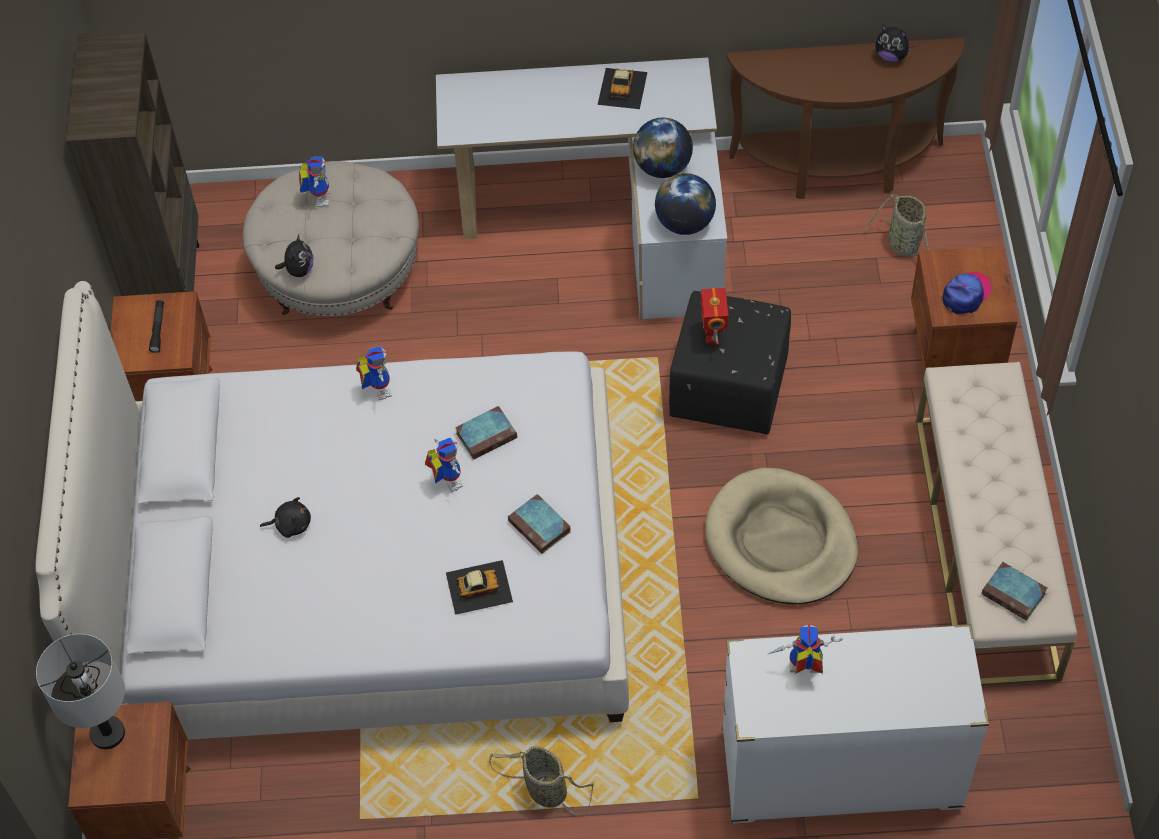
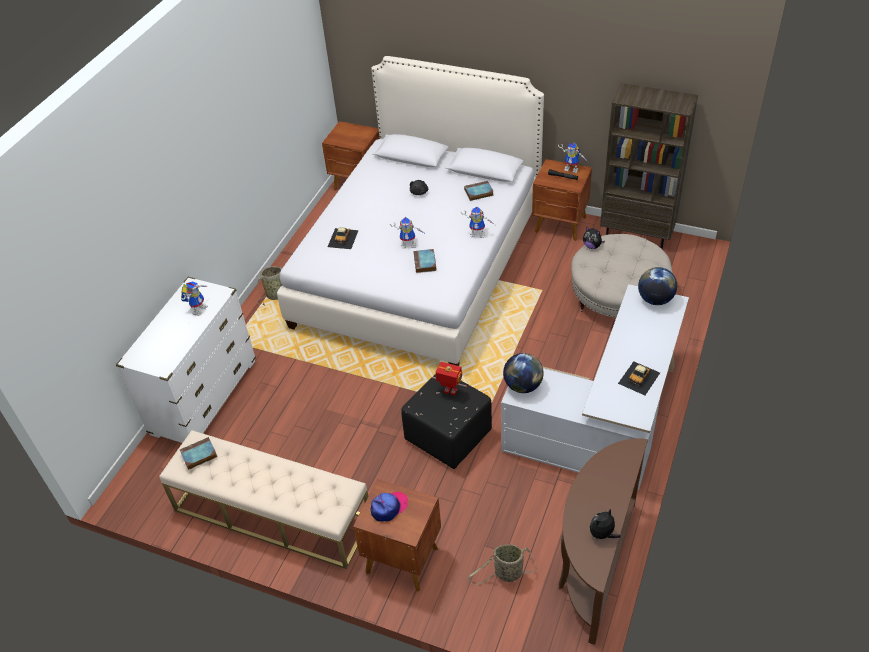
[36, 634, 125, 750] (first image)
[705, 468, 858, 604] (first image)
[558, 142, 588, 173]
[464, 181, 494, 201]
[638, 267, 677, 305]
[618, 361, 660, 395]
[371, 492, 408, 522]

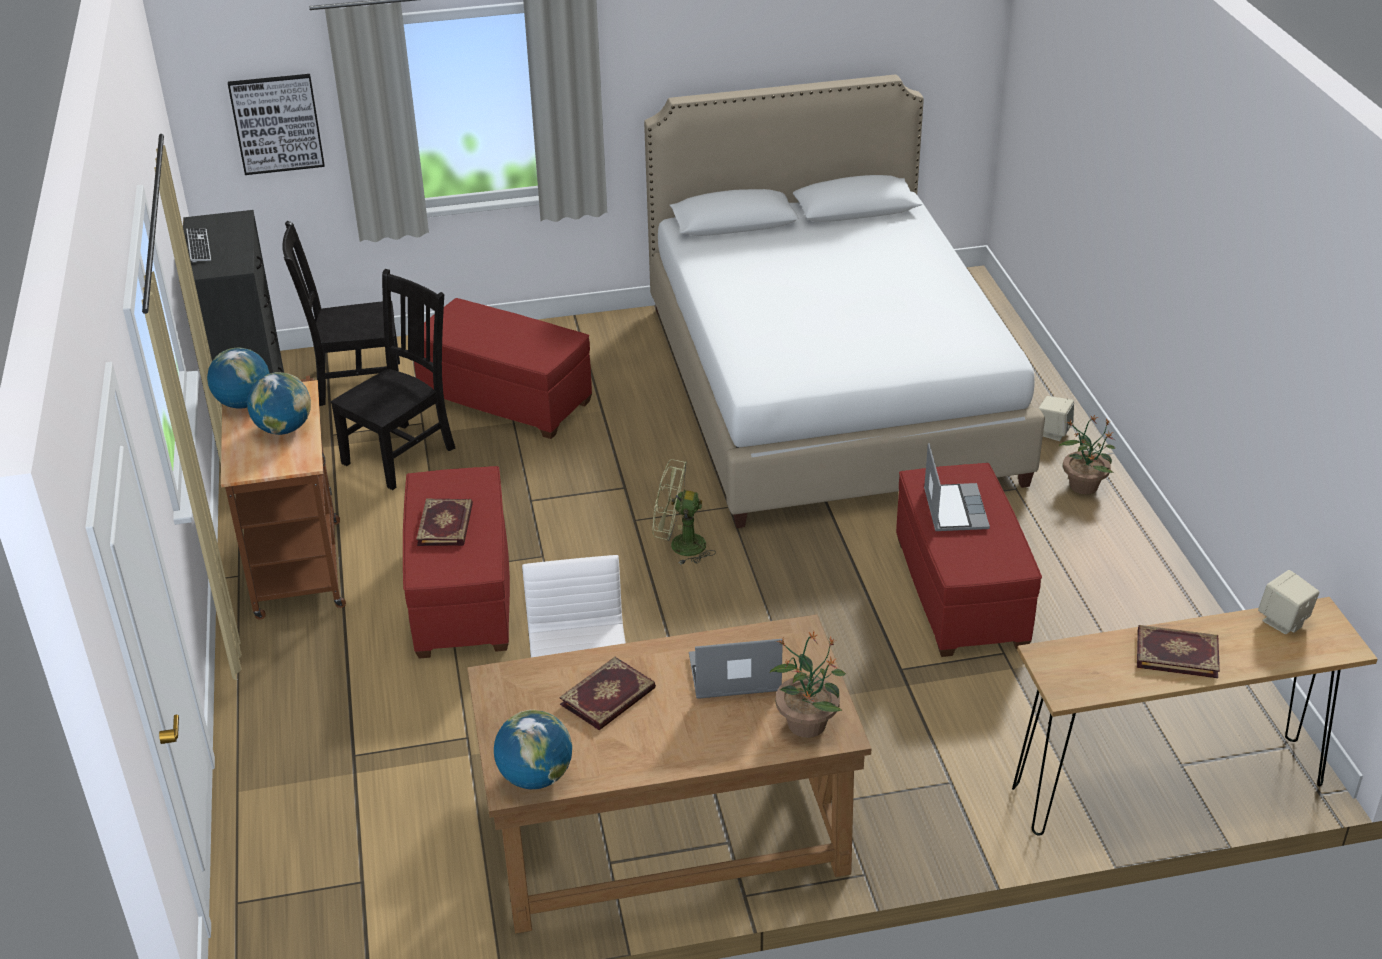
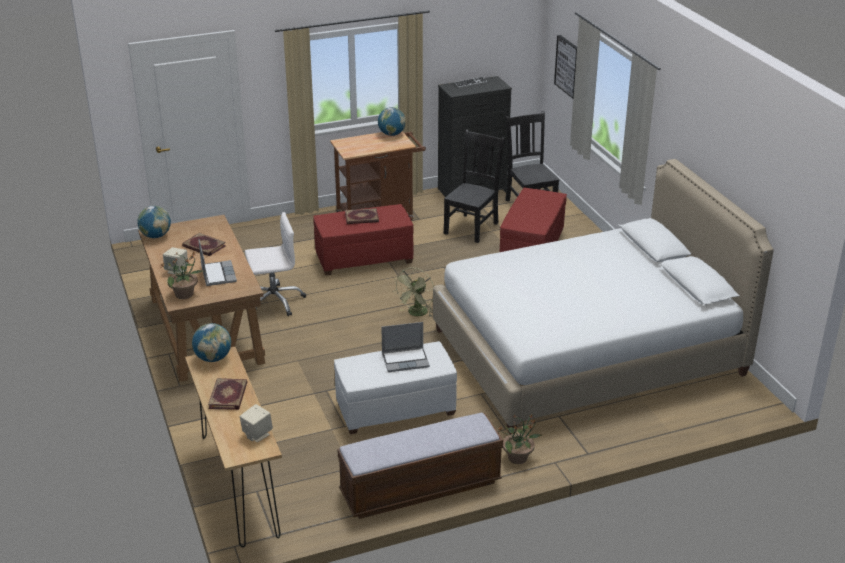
[337, 413, 503, 519]
[192, 323, 231, 362]
[163, 247, 188, 274]
[334, 341, 457, 434]
[444, 129, 505, 243]
[394, 267, 434, 317]

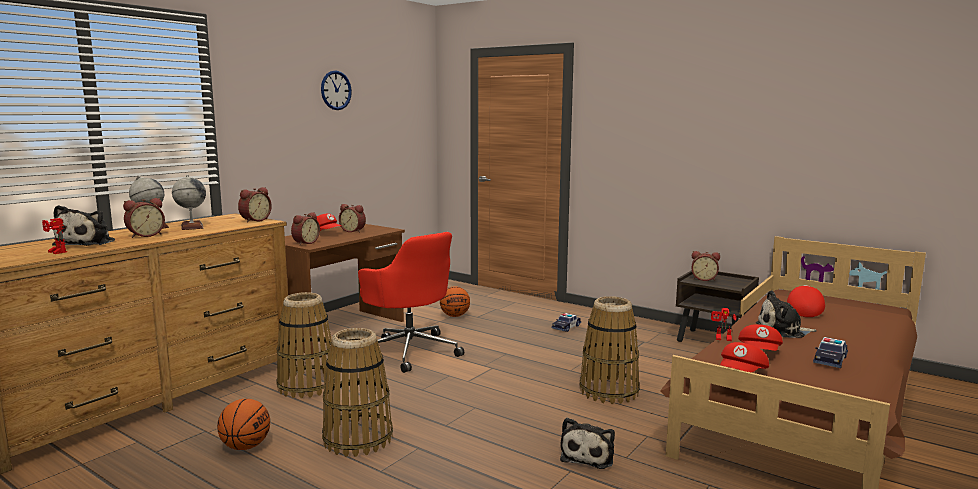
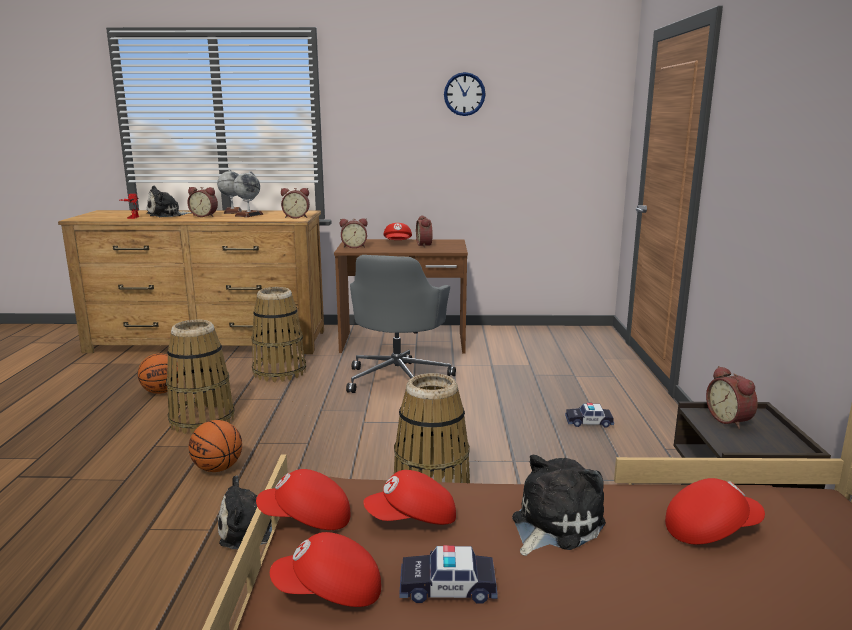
[711, 308, 737, 341] (first image)
[270, 532, 381, 607]
[189, 420, 242, 472]
[346, 255, 456, 393]
[512, 455, 606, 556]

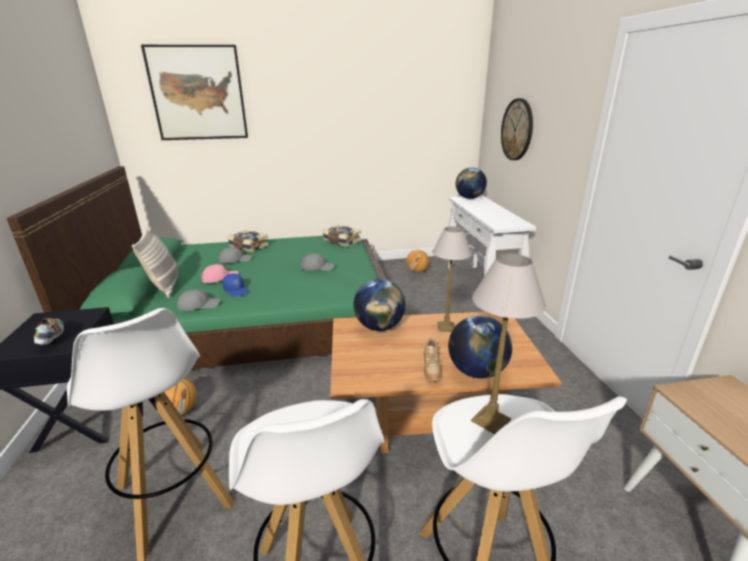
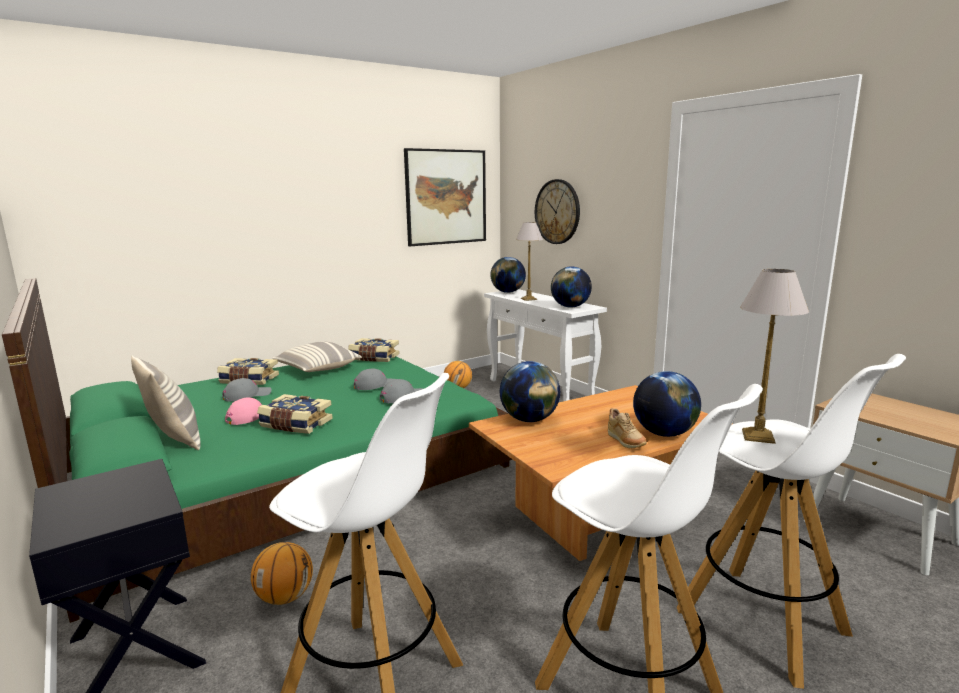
[34, 318, 64, 345] (first image)
[272, 341, 362, 372]
[551, 266, 592, 308]
[404, 148, 486, 246]
[380, 379, 423, 404]
[516, 222, 543, 301]
[257, 394, 333, 434]

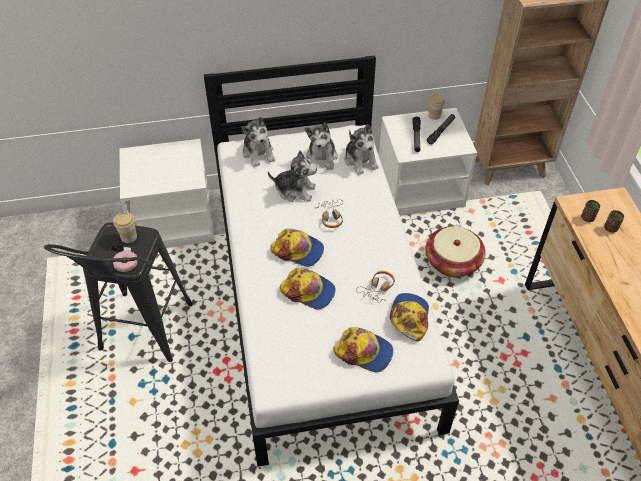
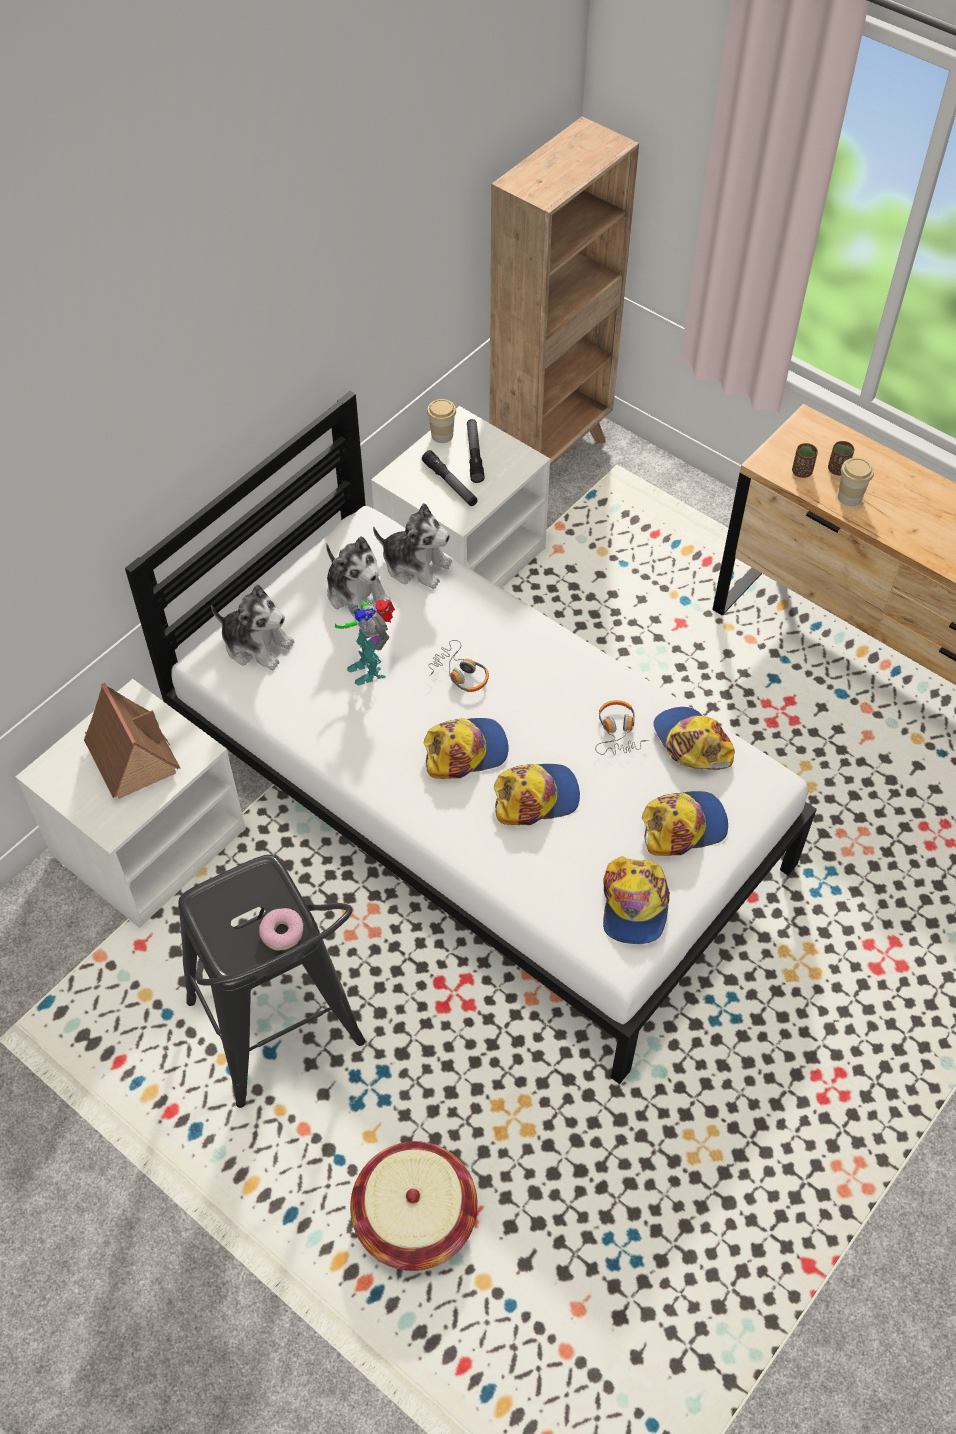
[84, 683, 180, 799]
[603, 856, 670, 944]
[838, 458, 874, 506]
[350, 1141, 478, 1271]
[335, 599, 395, 686]

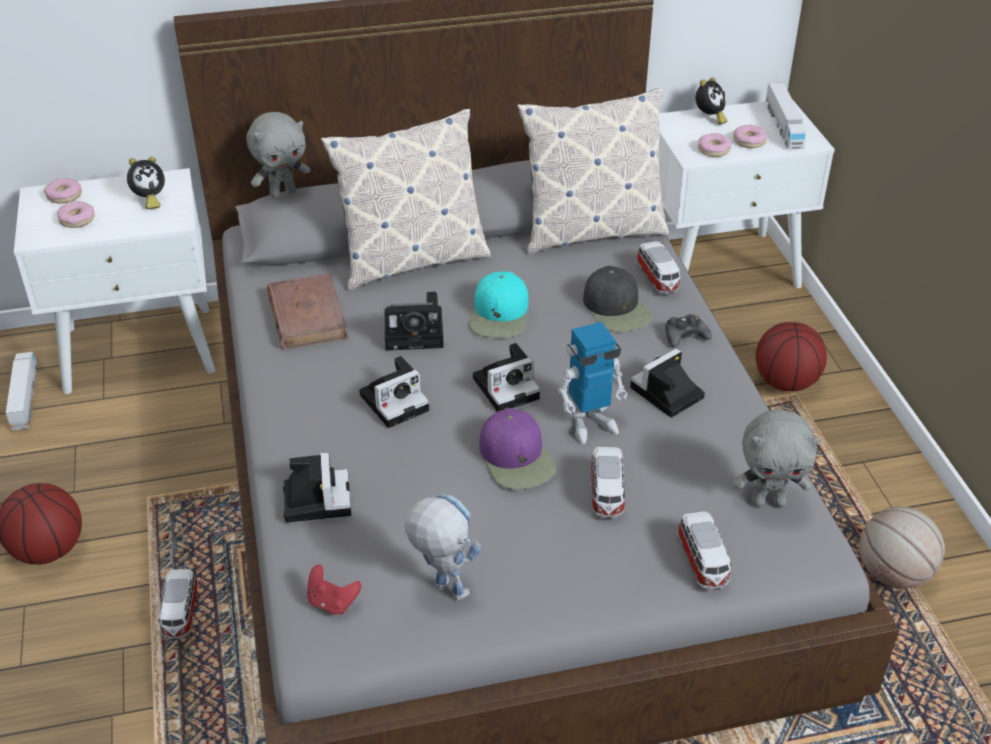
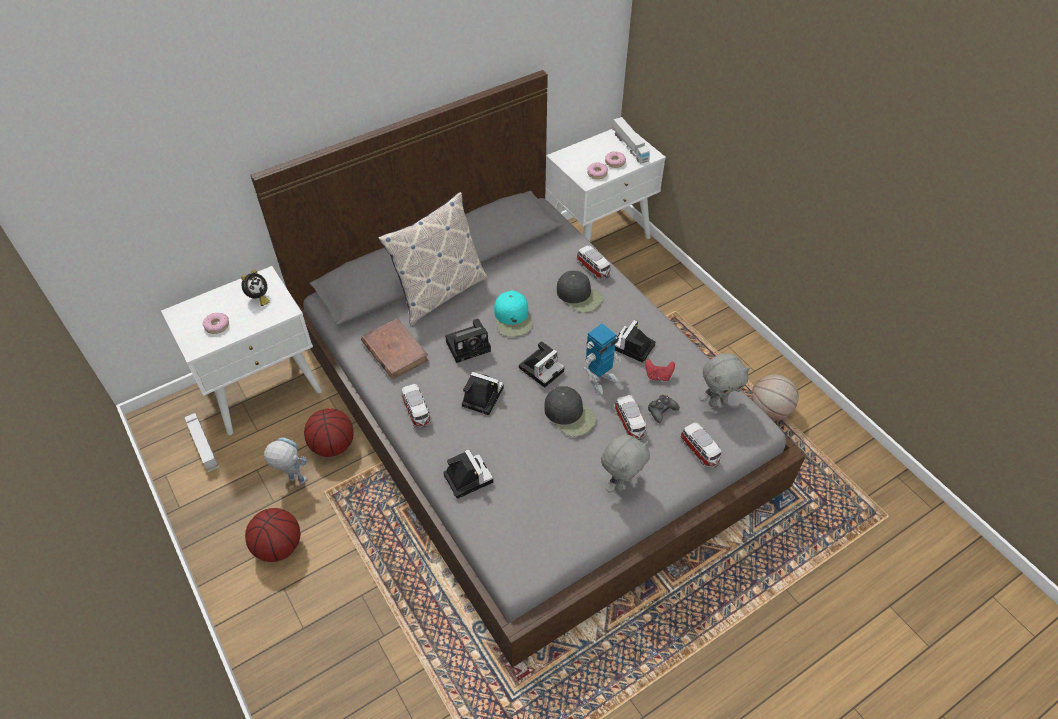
[44, 178, 82, 204] (first image)
[517, 88, 668, 254] (first image)
[696, 78, 728, 125] (first image)
[402, 384, 431, 428]
[601, 434, 650, 493]
[645, 359, 675, 381]
[264, 438, 308, 484]
[648, 395, 680, 423]
[304, 408, 354, 457]
[544, 386, 596, 437]
[462, 372, 504, 415]

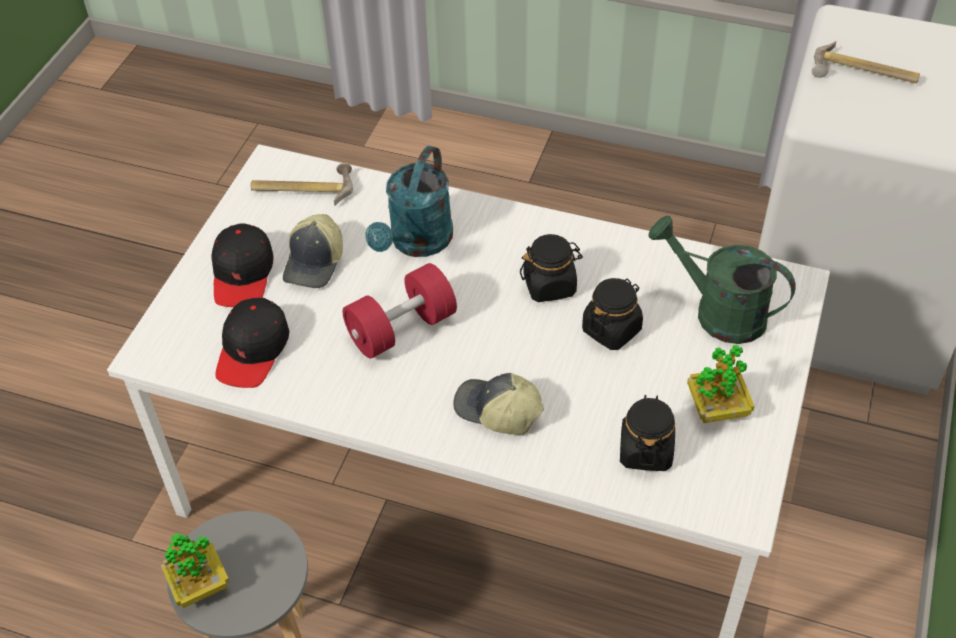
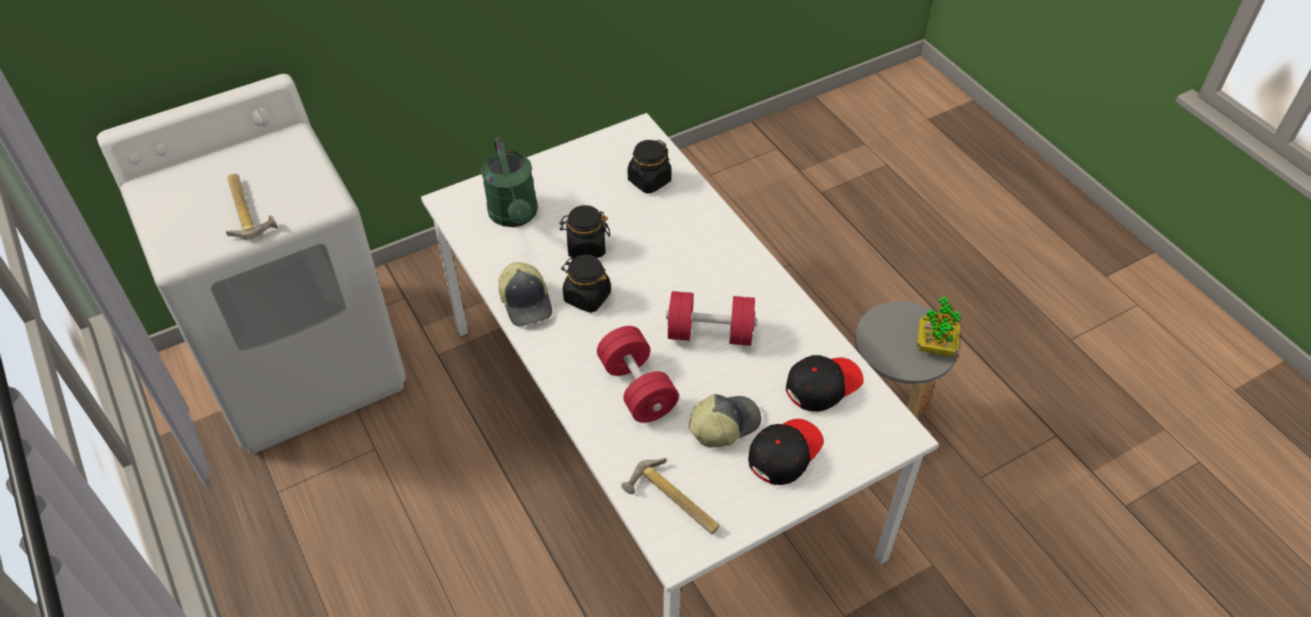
[687, 345, 754, 423] (first image)
[498, 262, 552, 327]
[597, 326, 679, 423]

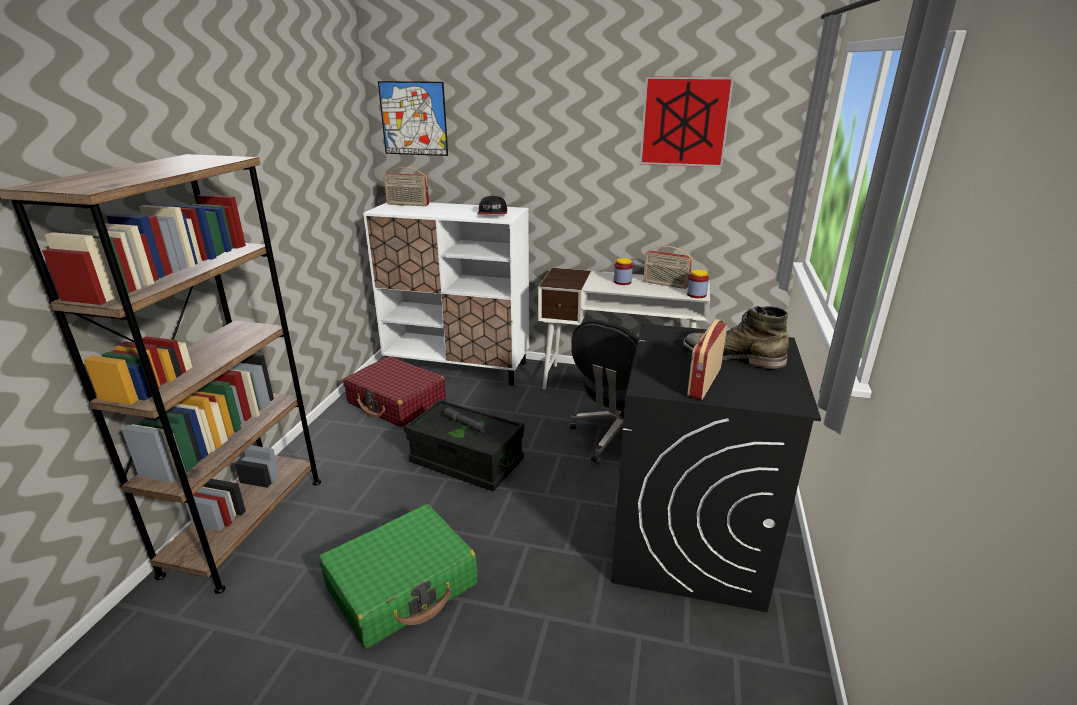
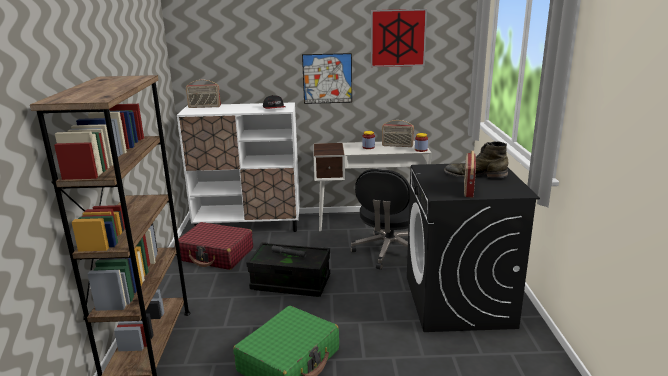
[302, 53, 352, 104]

